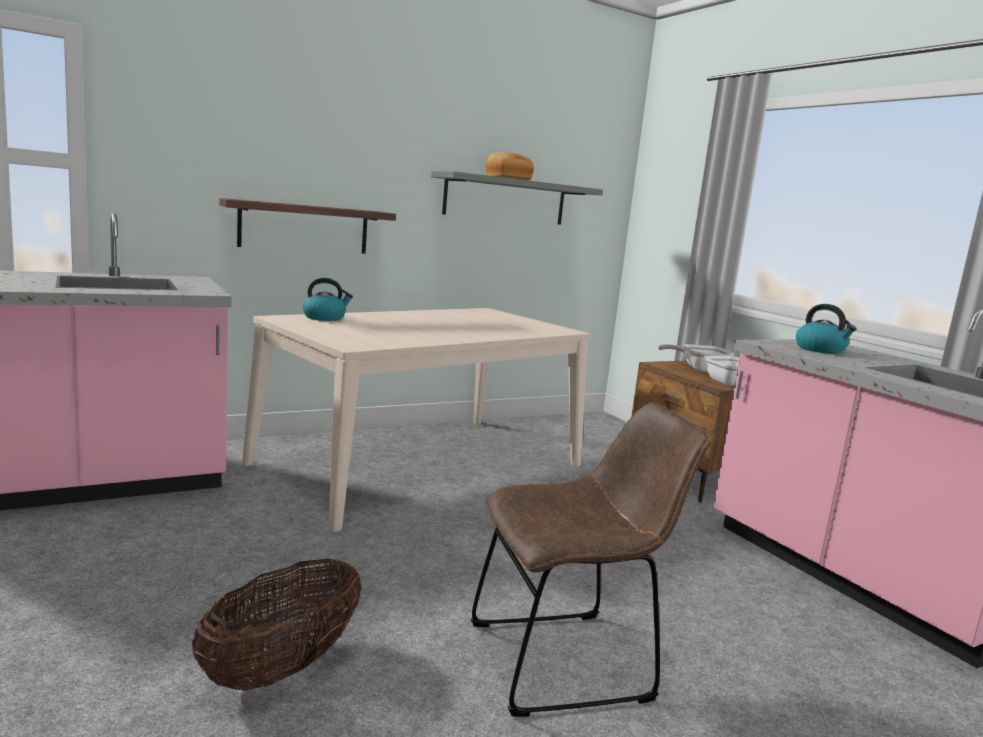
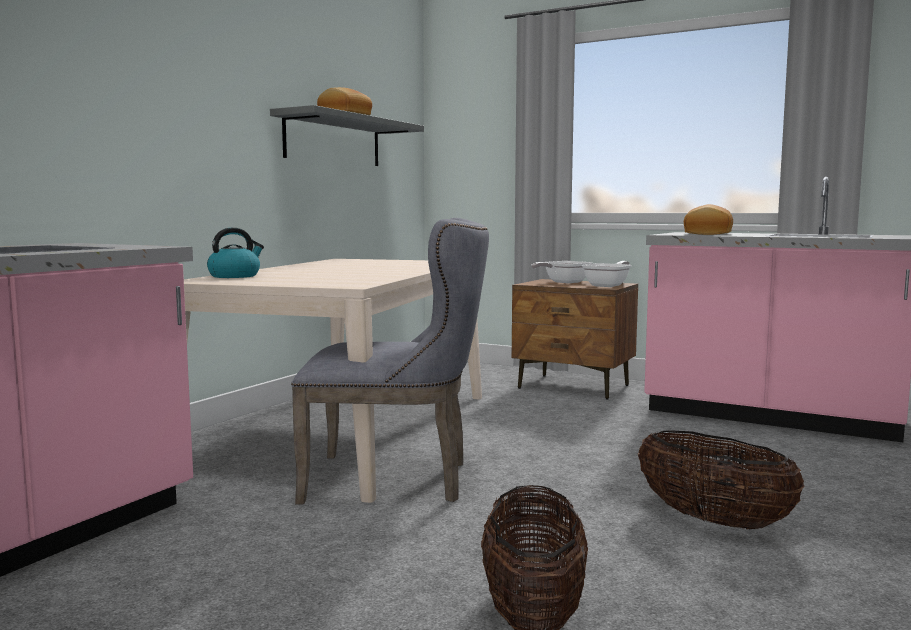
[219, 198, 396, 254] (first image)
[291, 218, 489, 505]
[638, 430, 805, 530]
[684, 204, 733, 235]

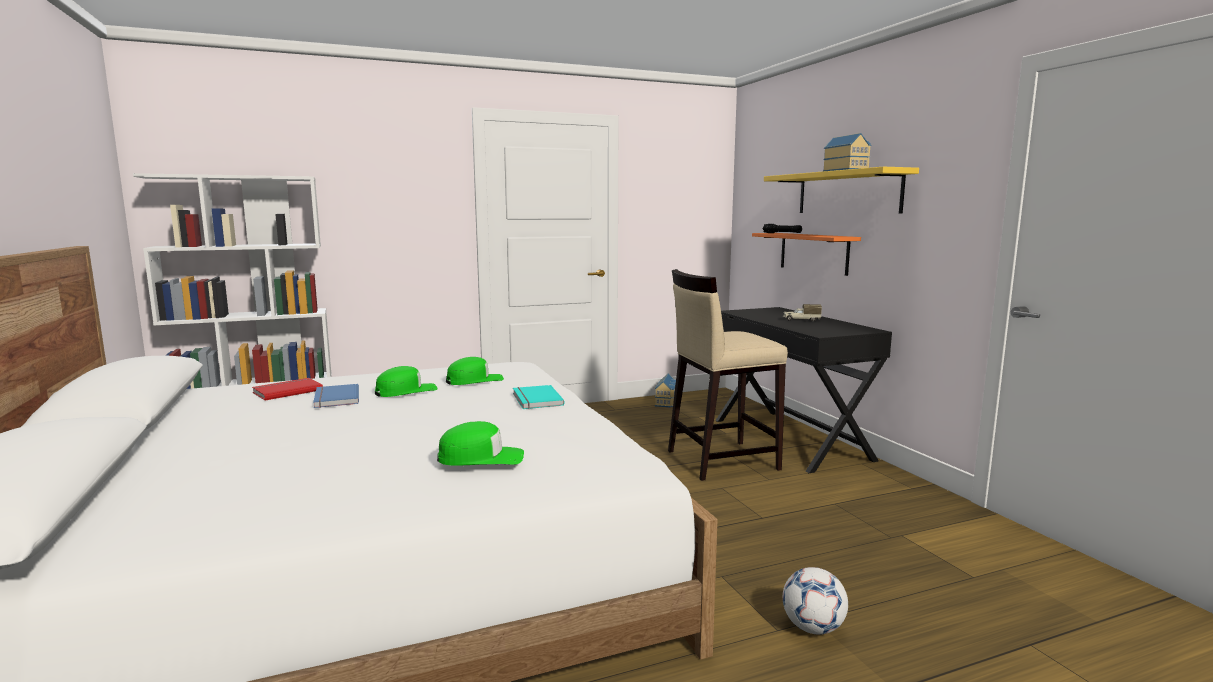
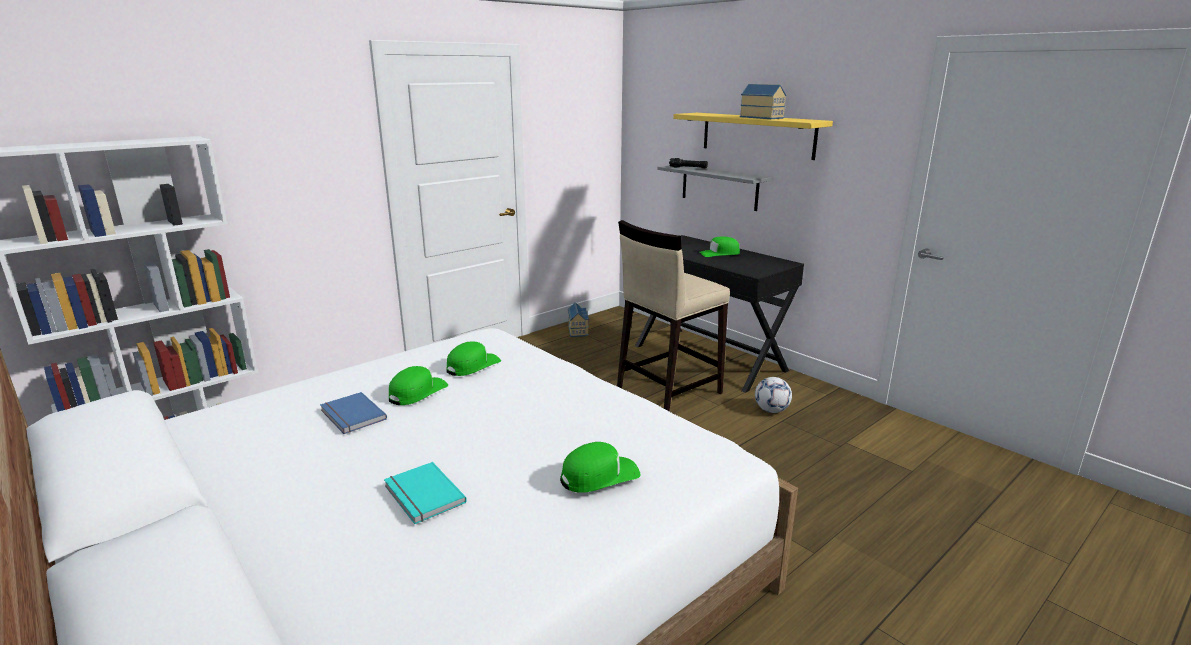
[252, 378, 323, 401] (first image)
[384, 462, 467, 524]
[755, 377, 792, 413]
[699, 237, 740, 257]
[657, 165, 771, 211]

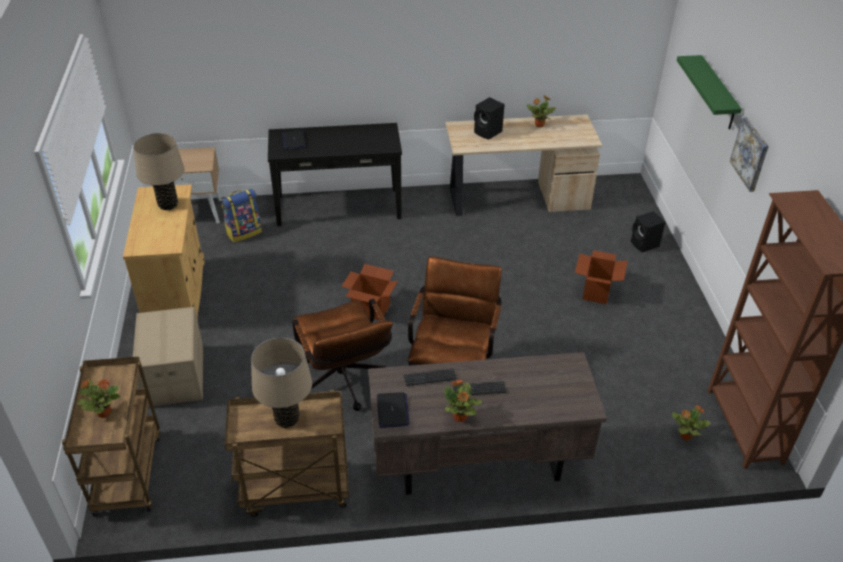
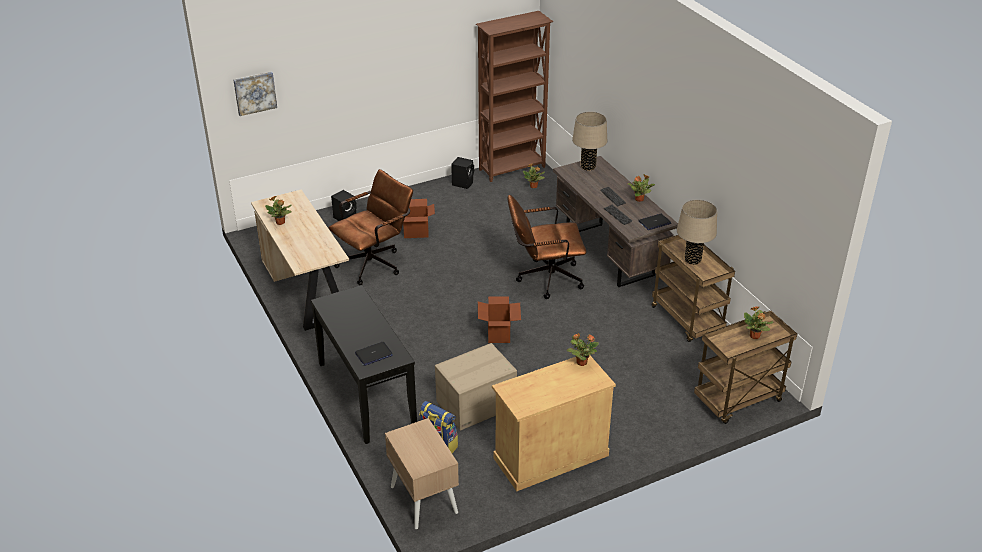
[677, 55, 742, 129] (first image)
[567, 333, 599, 366]
[572, 112, 607, 171]
[435, 343, 517, 430]
[328, 169, 413, 285]
[451, 157, 474, 189]
[233, 71, 277, 116]

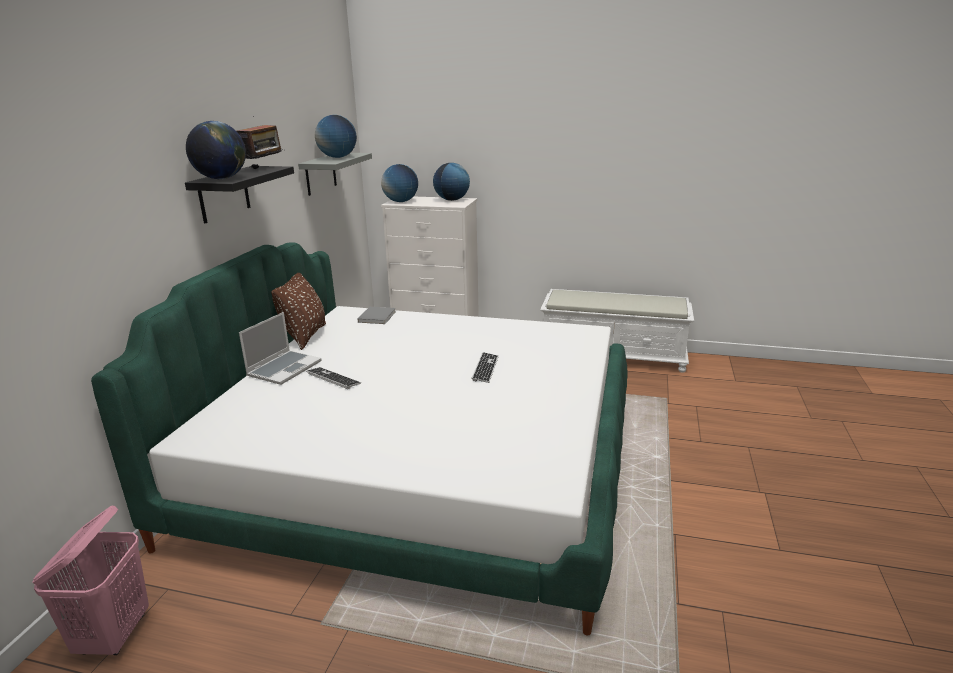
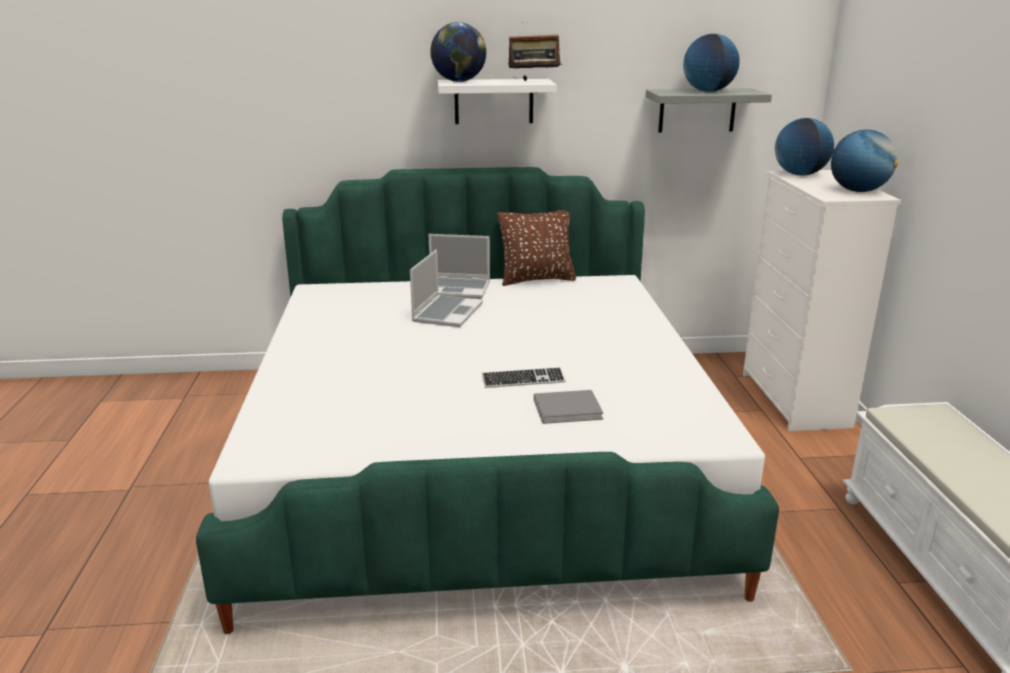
[32, 506, 149, 655] (first image)
[534, 390, 604, 424]
[410, 249, 483, 327]
[438, 79, 557, 124]

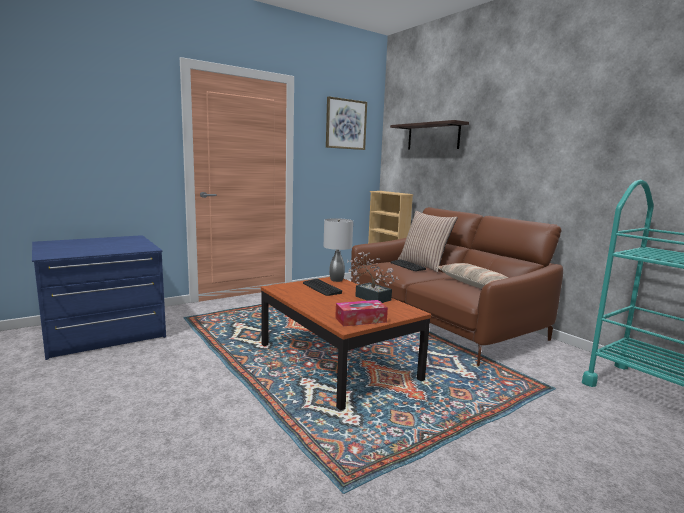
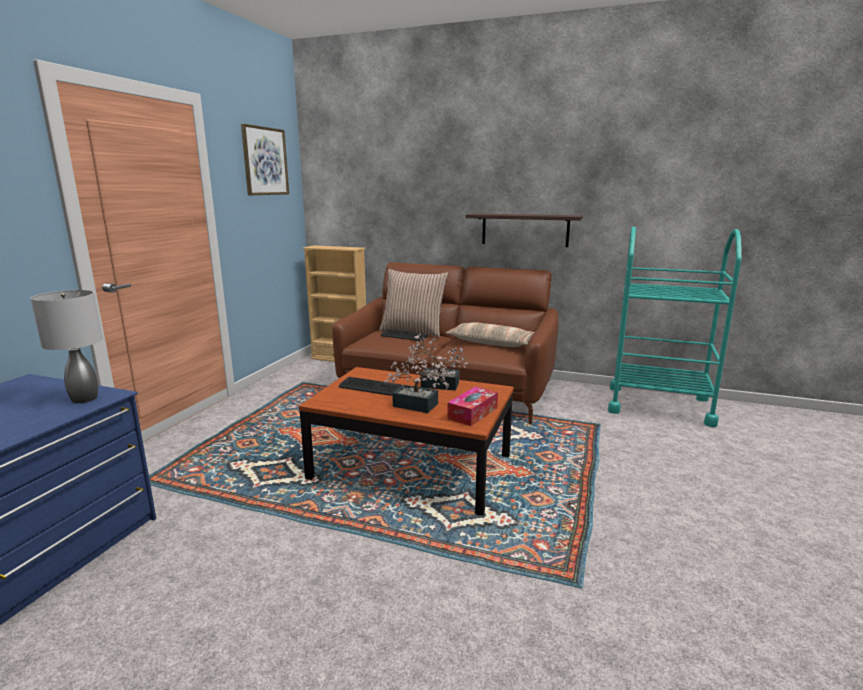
[384, 355, 452, 413]
[30, 290, 103, 403]
[466, 213, 583, 247]

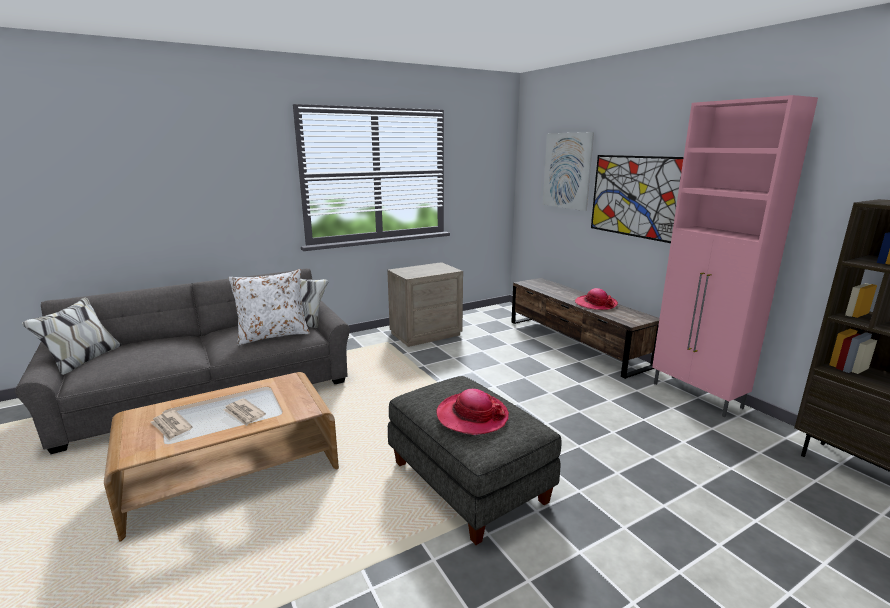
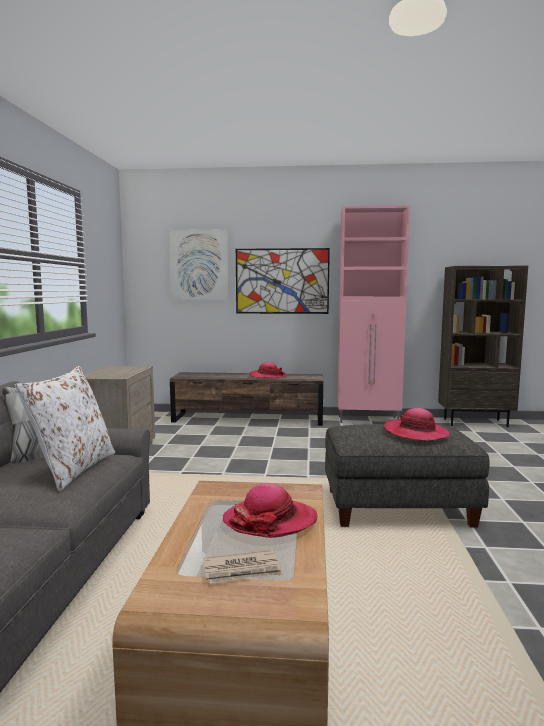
[223, 483, 317, 538]

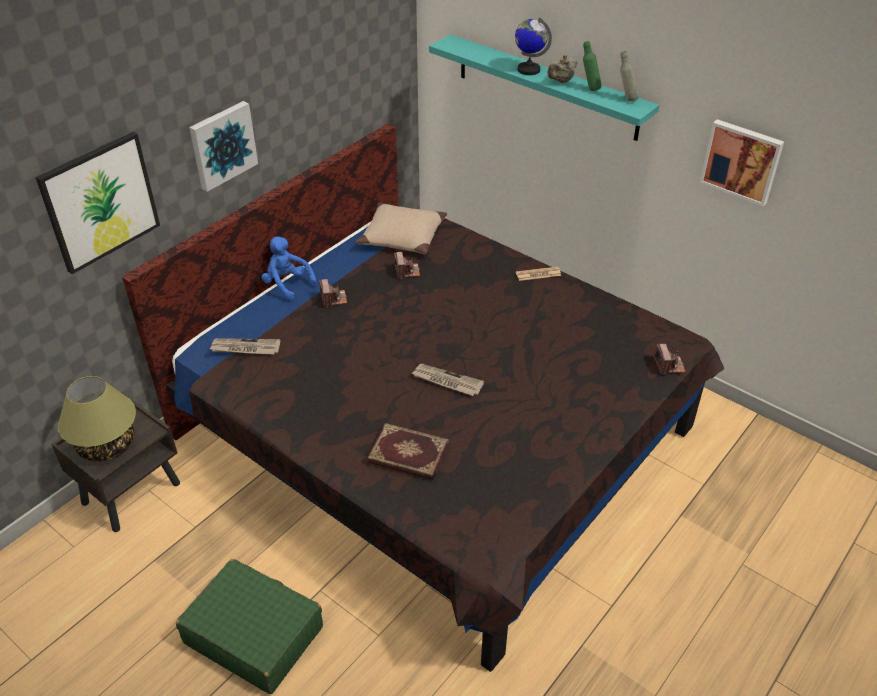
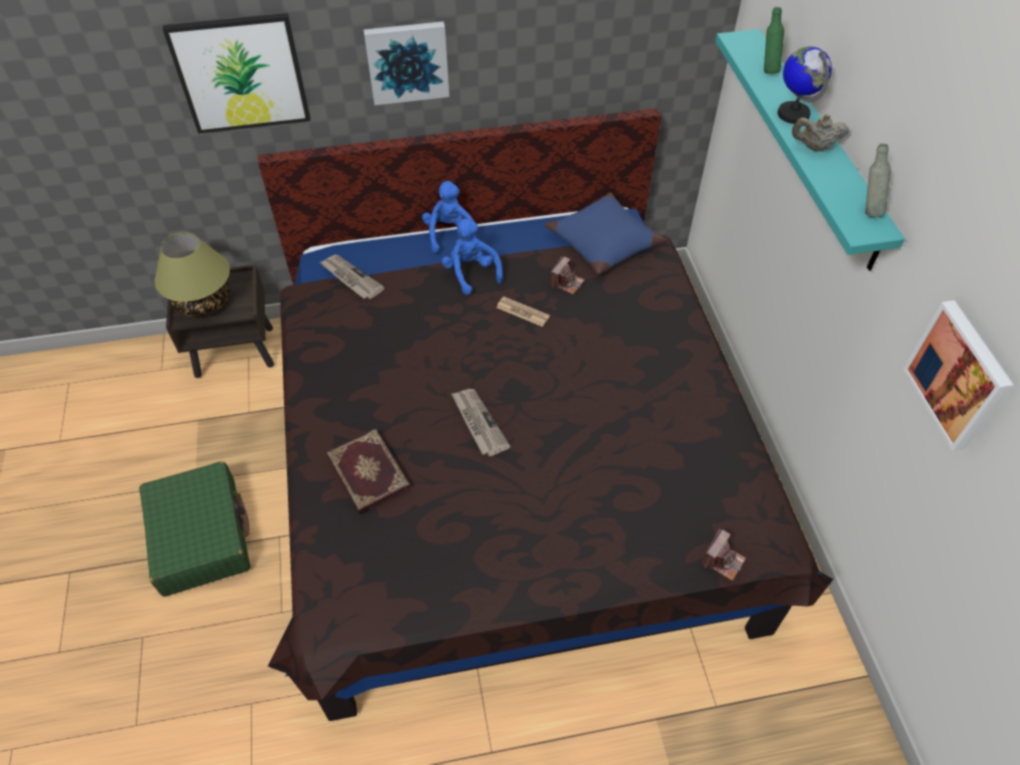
[496, 297, 550, 327]
[764, 7, 784, 74]
[442, 218, 503, 295]
[544, 193, 665, 274]

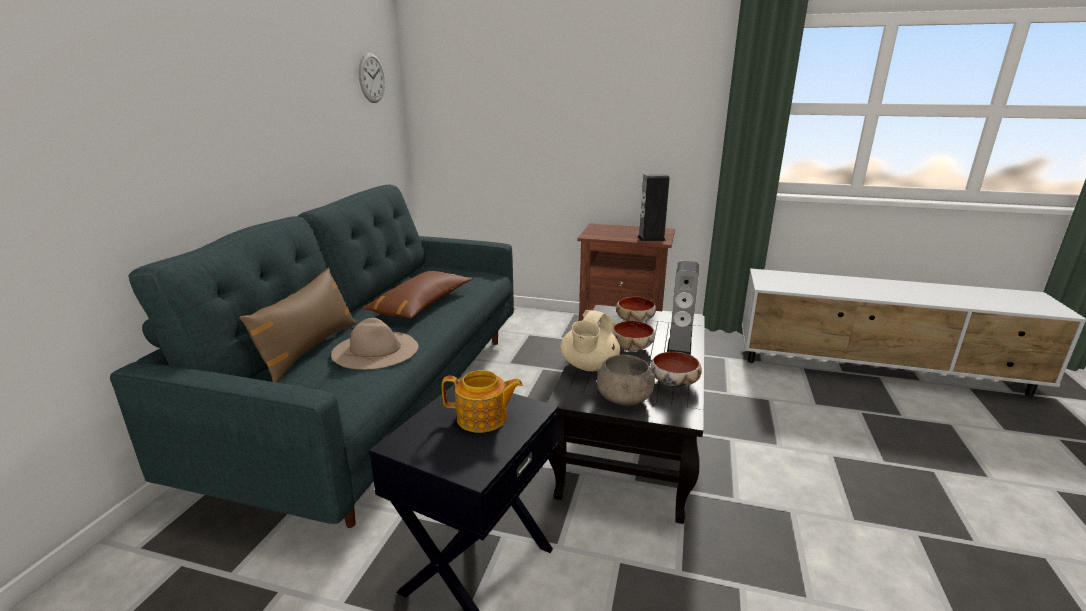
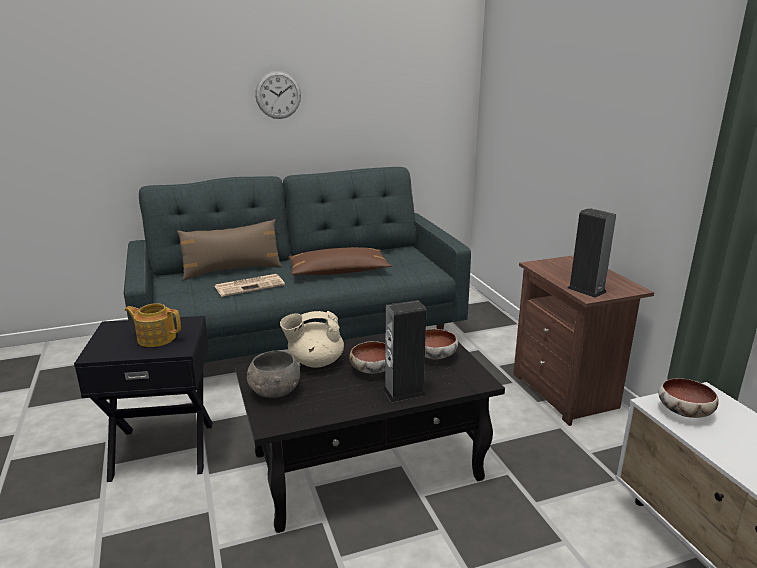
[255, 71, 301, 119]
[658, 378, 719, 418]
[215, 274, 285, 297]
[125, 303, 181, 347]

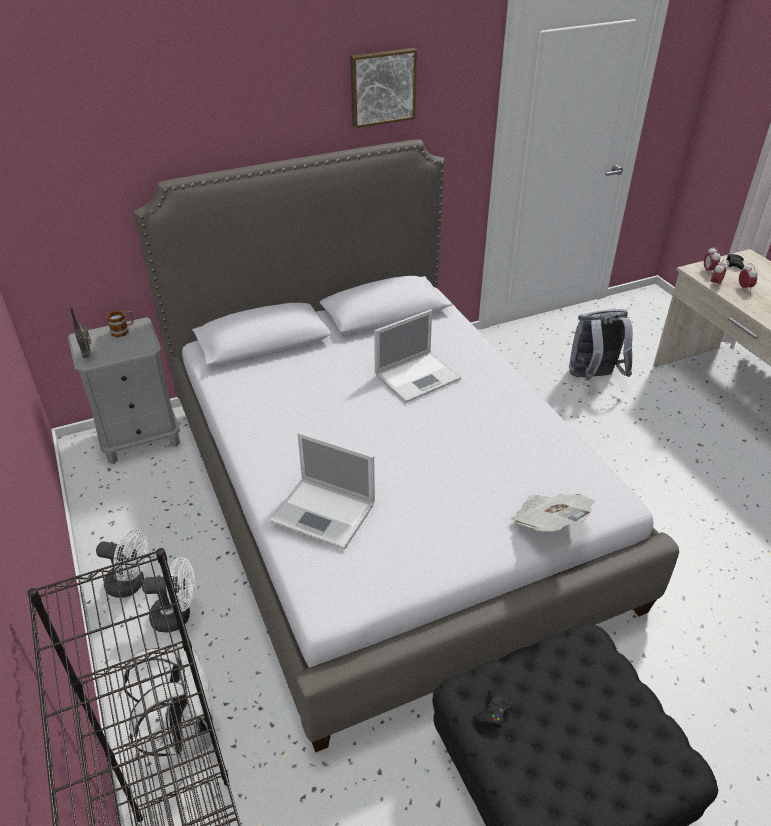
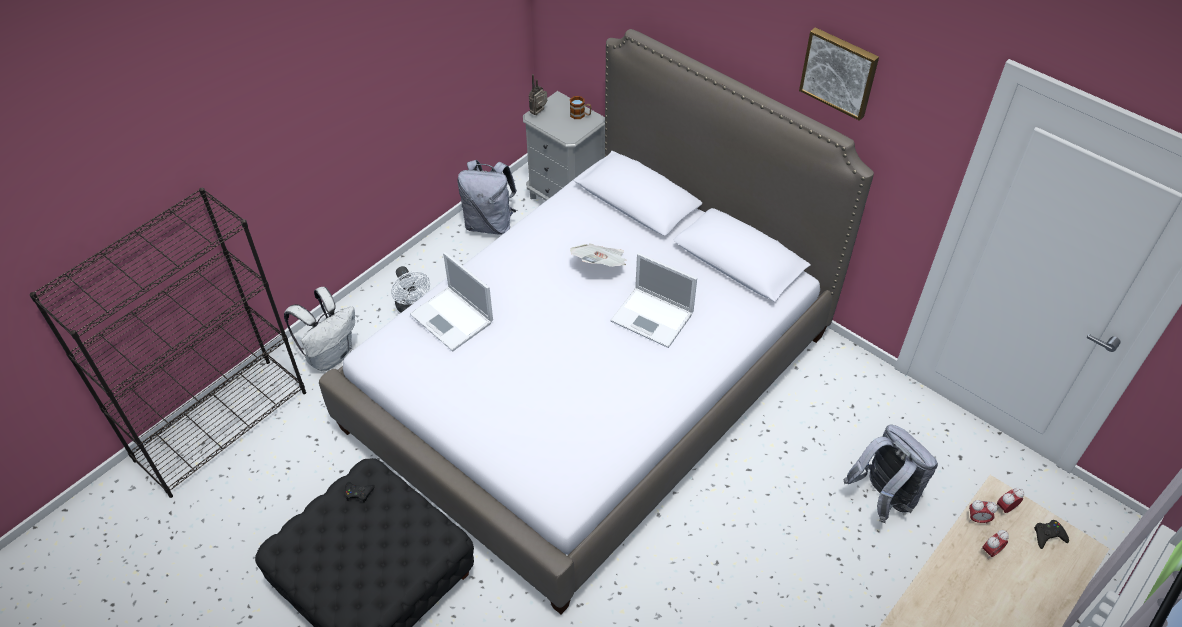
[96, 529, 149, 598] (first image)
[457, 160, 517, 235]
[570, 243, 626, 267]
[410, 252, 493, 351]

